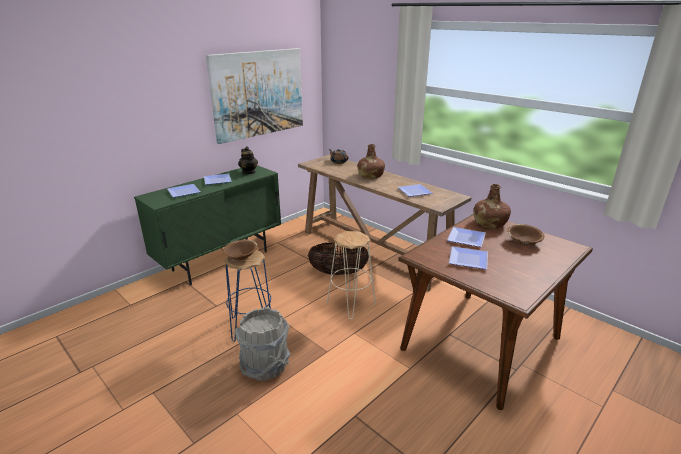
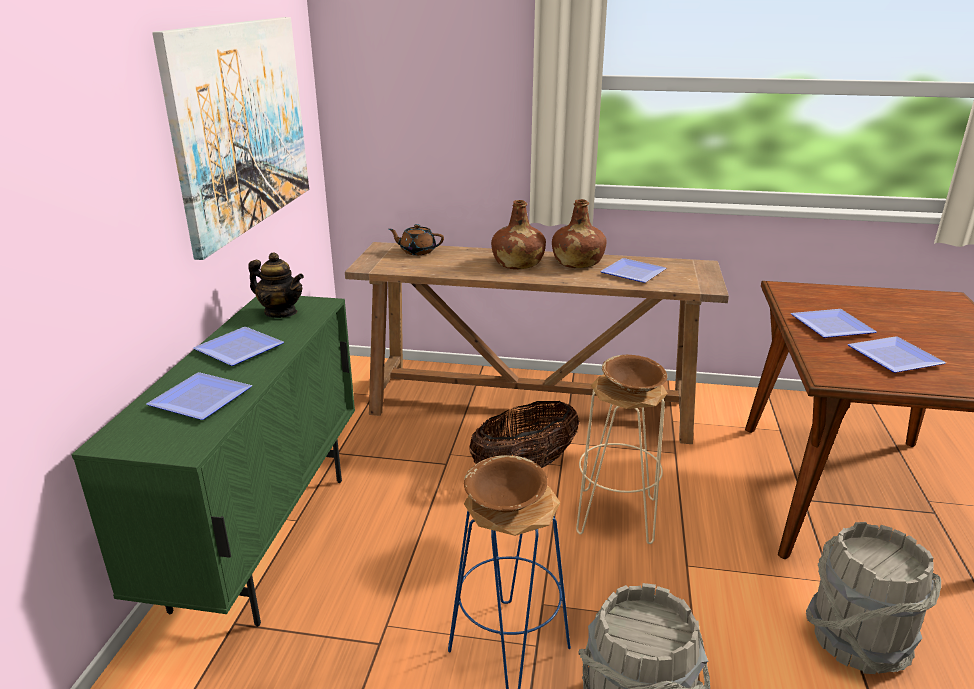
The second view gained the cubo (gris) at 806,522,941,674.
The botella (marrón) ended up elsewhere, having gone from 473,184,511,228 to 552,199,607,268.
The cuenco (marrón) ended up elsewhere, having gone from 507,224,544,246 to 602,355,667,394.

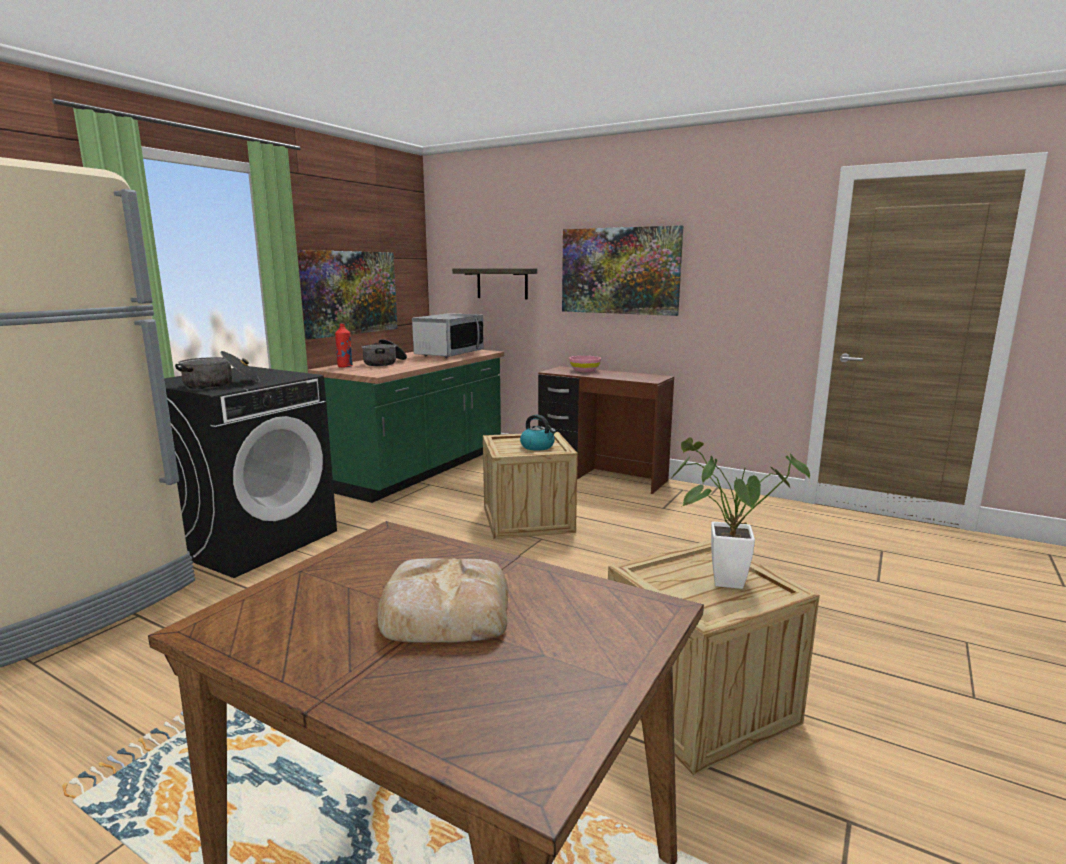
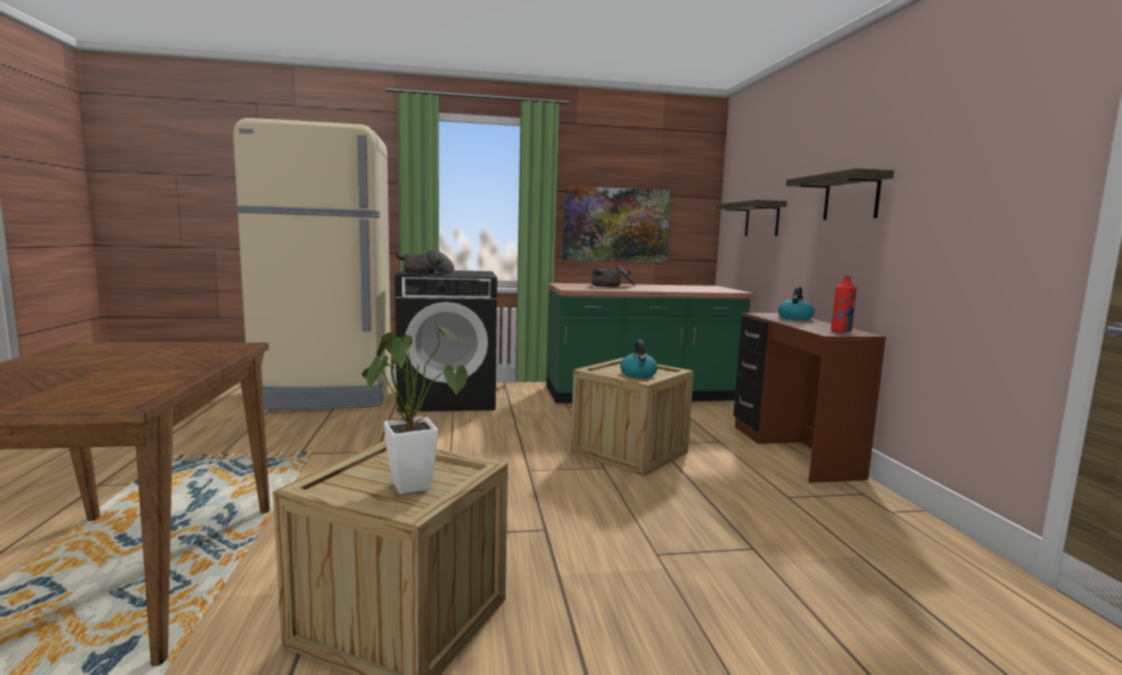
The second view lost the pan at 377,558,508,643.
The second view lost the microondas at 412,313,484,358.
The botella (rojo) ended up elsewhere, having gone from 335,323,353,368 to 831,276,857,333.
Where the cuadro hung at 562,225,683,316, the estante came to hang at 786,168,894,220.
Where the cuenco (rosa) stood at 569,356,601,372, the hervidor came to stand at 778,286,814,320.

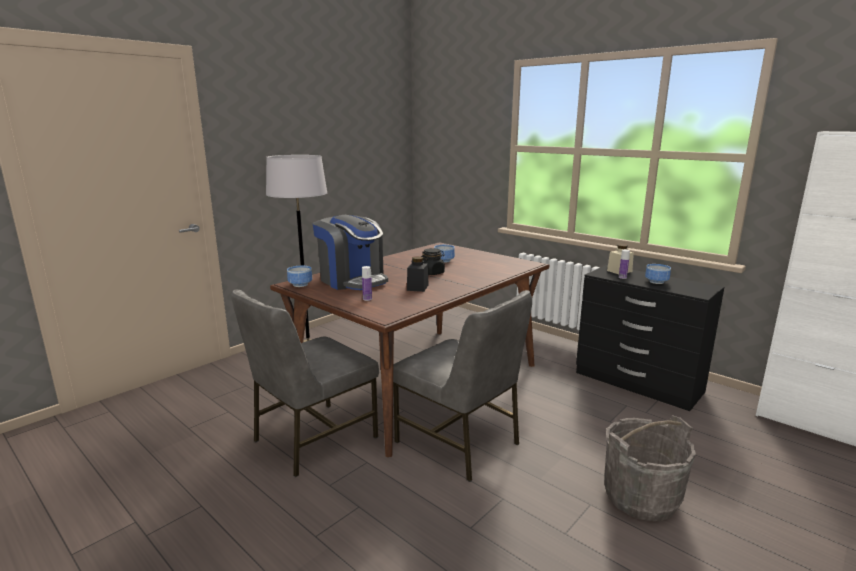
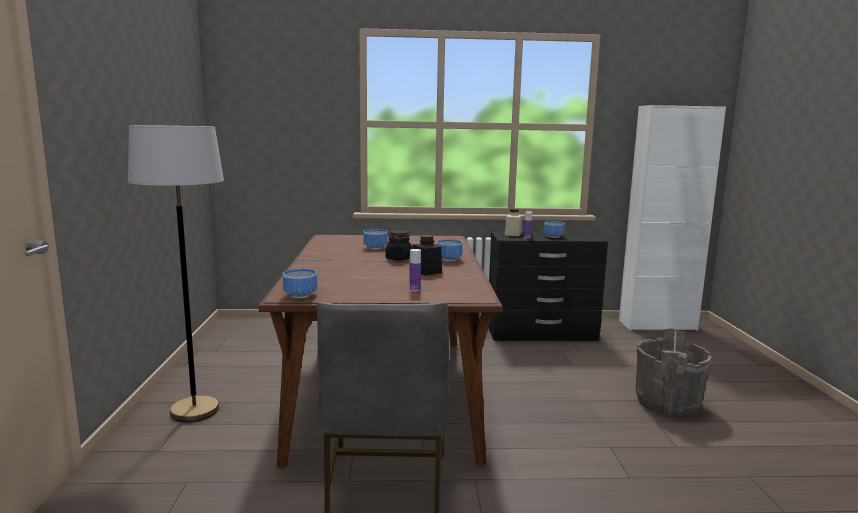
The second view lost the cafetera at 313,215,388,290.
The second view lost the silla (gris) at 393,290,532,482.
The second view gained the cuenco at 437,239,463,262.

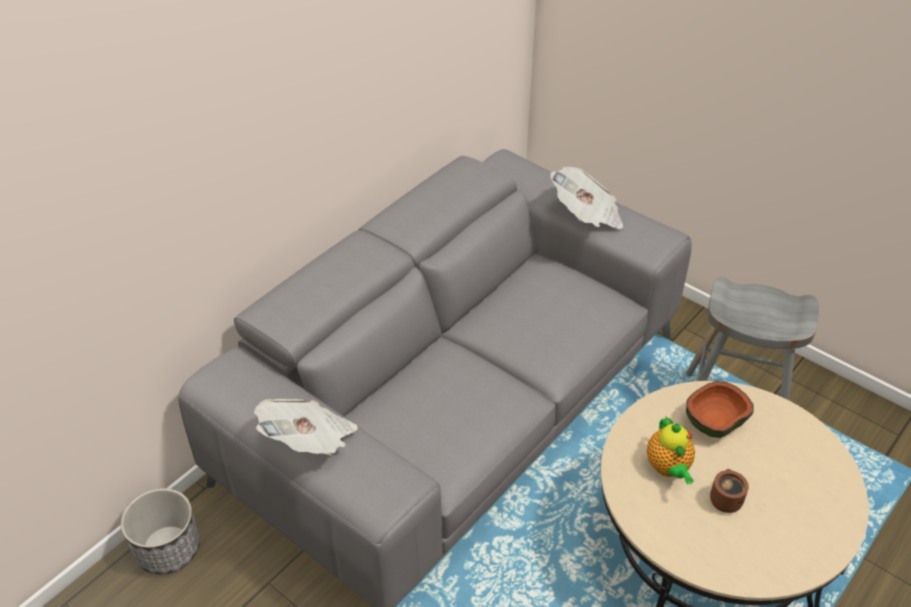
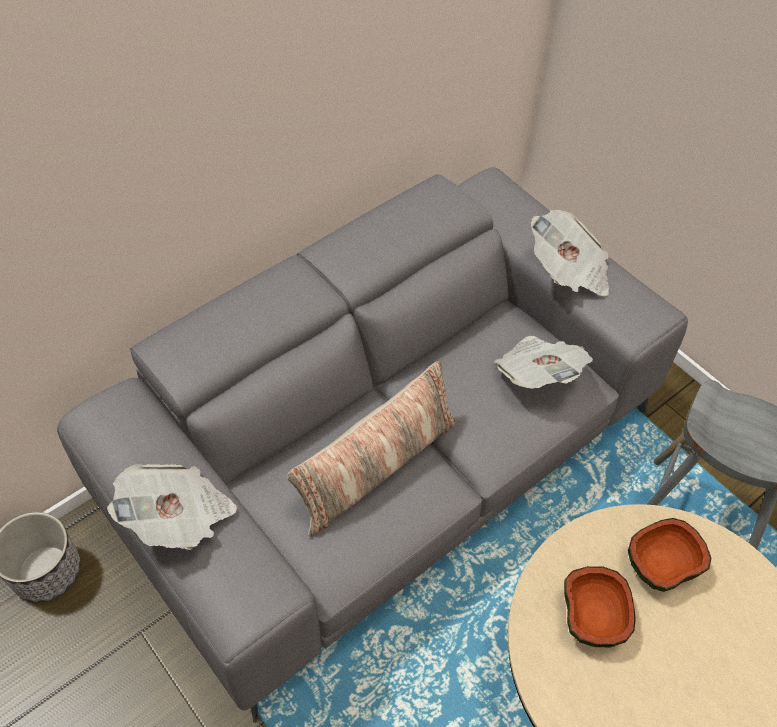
The second view lost the taza grande (marrón) at 710,469,749,513.
The second view gained the cojín at 287,361,457,537.
The second view gained the periódico at 494,336,593,389.
Where the tetera stood at 647,416,695,484, the cuenco came to stand at 564,566,636,647.

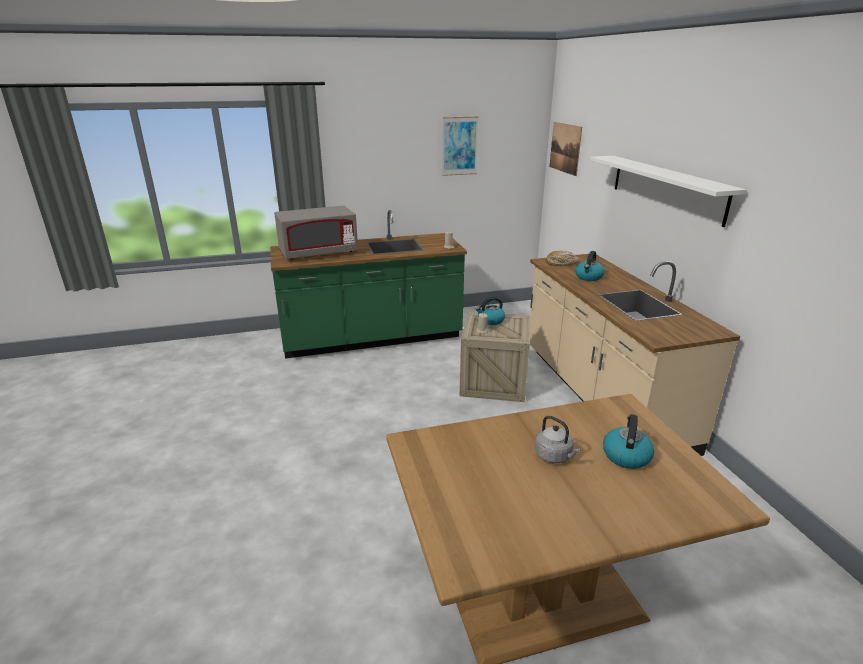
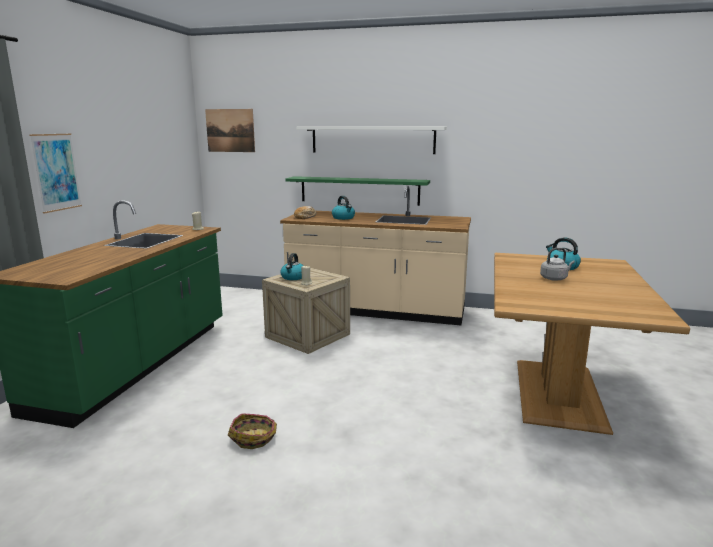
The second view lost the microondas (gris) at 274,206,358,260.
The second view gained the cesta at 228,413,277,449.
The second view gained the estante (verde) at 285,176,430,206.
The cuadro ended up elsewhere, having gone from 442,116,478,176 to 29,134,82,213.

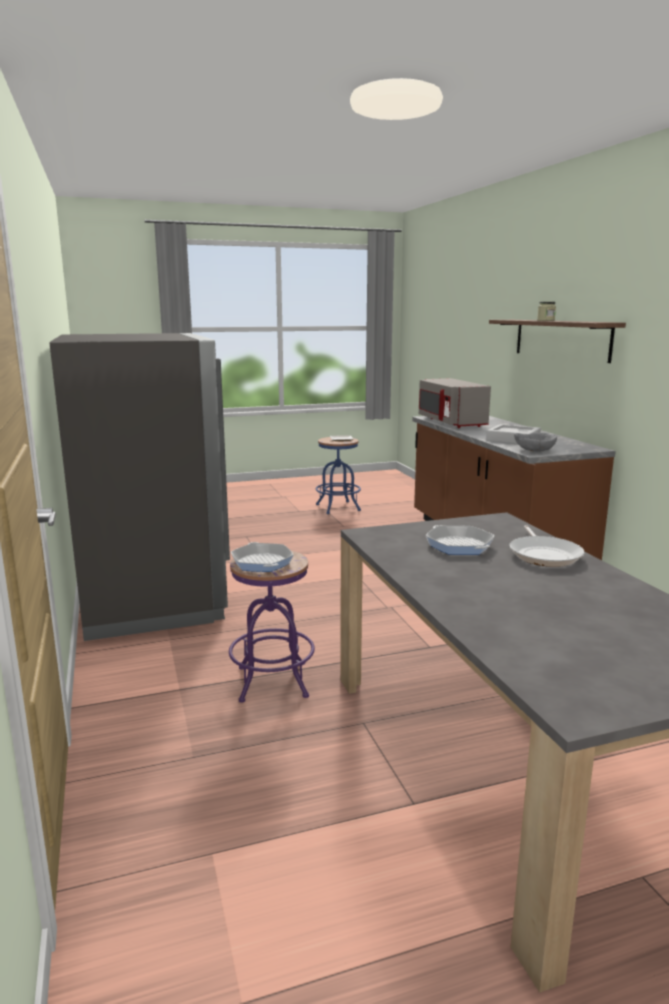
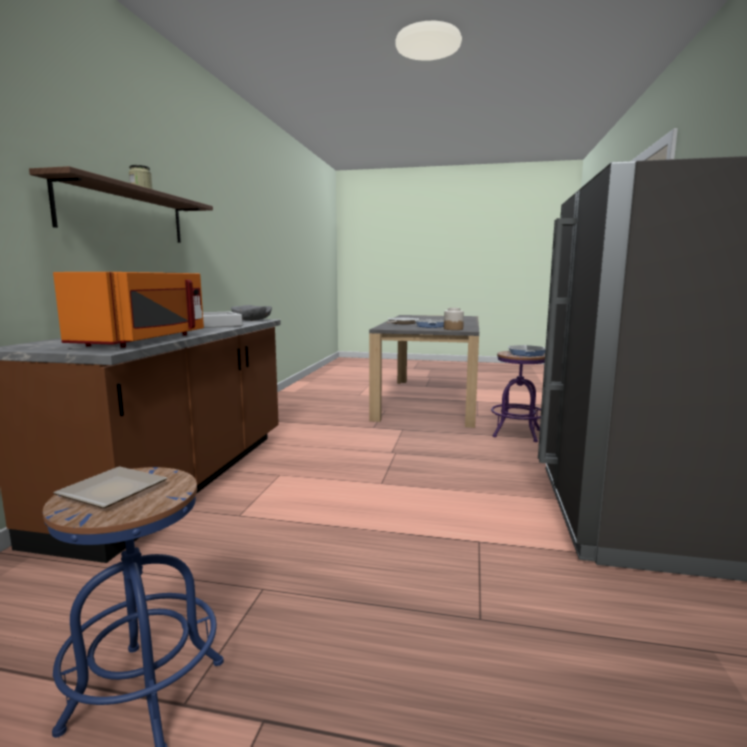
The second view gained the tarro at 444,308,464,330.
What was the microondas (gris) at 419,378,491,428 turned into the microondas (naranja) at 53,272,204,348.

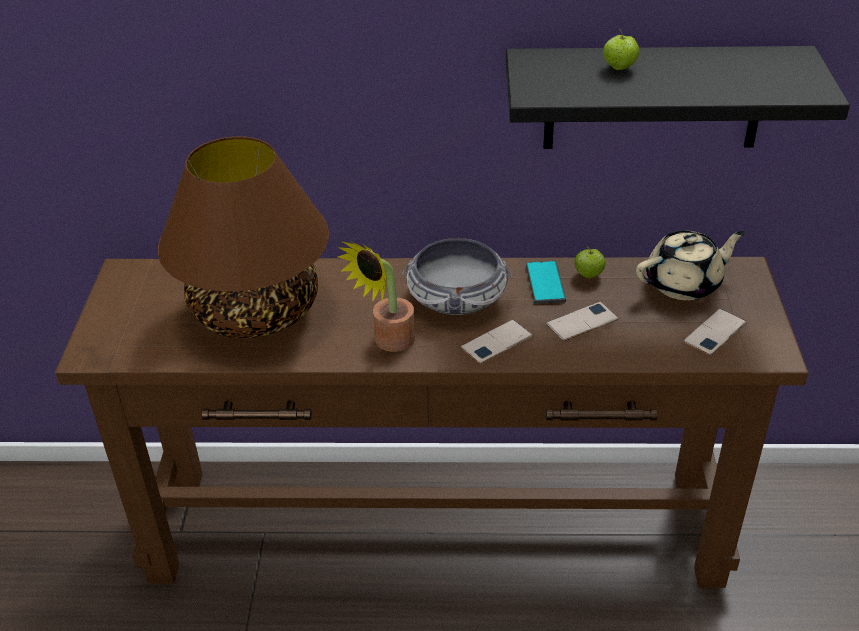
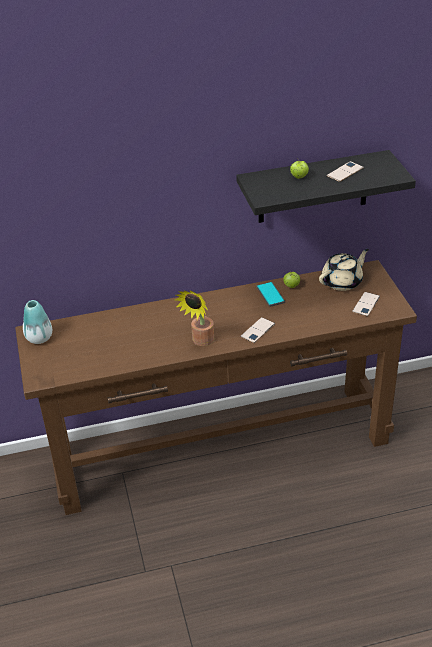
The second view lost the lámpara de mesa (marrón) at 158,136,329,338.
The second view lost the cuenco at 402,237,512,315.
The second view gained the florero at 23,300,52,344.
The móvil ended up elsewhere, having gone from 546,302,619,341 to 326,161,364,182.

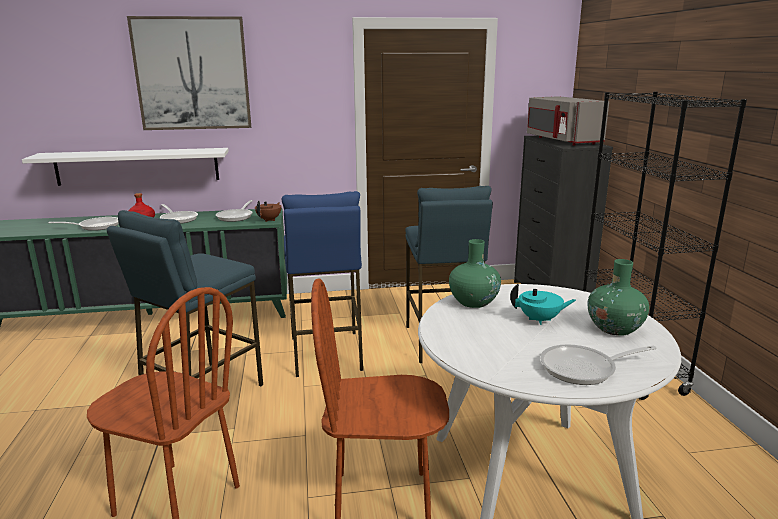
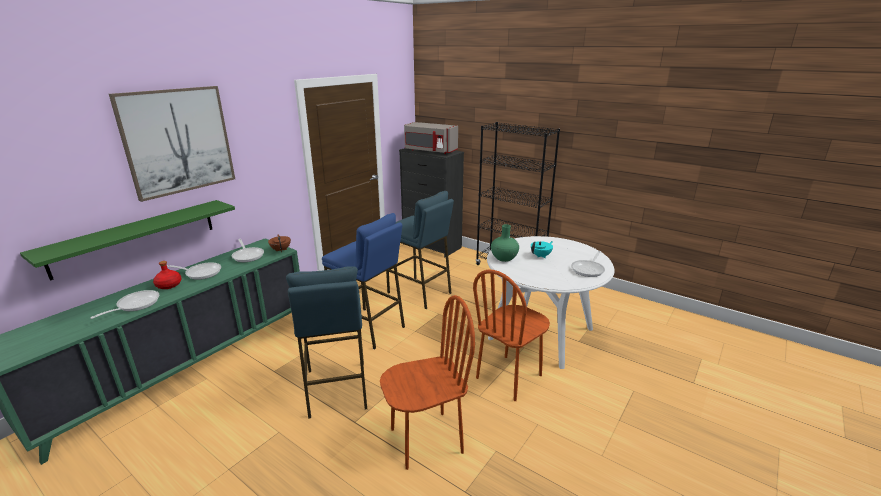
The second view lost the florero (verde) at 588,259,649,336.
What was the estante (blanco) at 22,148,229,186 turned into the estante (verde) at 20,200,235,281.

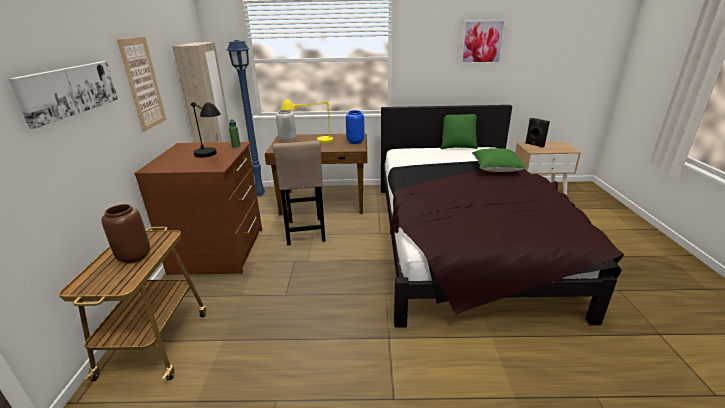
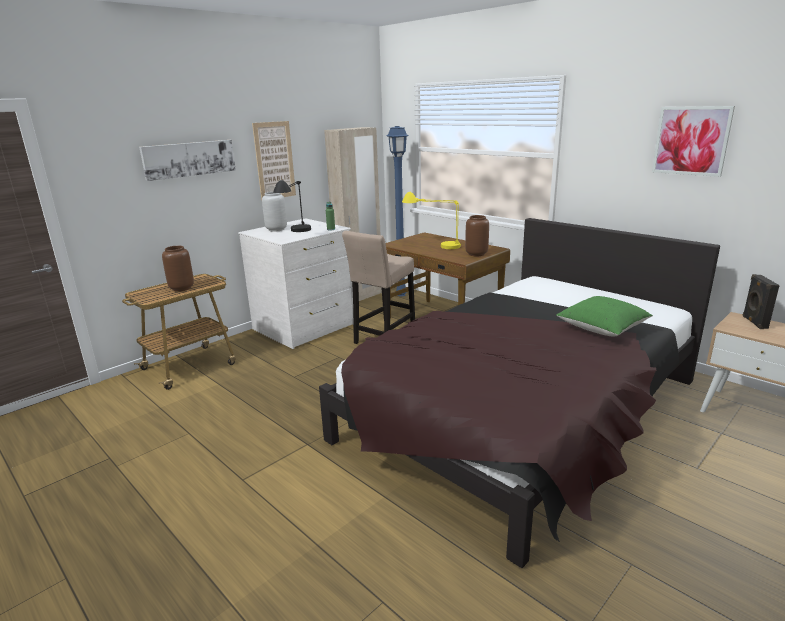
The second view lost the cojín (verde) at 440,114,478,149.
The florero (gris) ended up elsewhere, having gone from 276,110,296,142 to 262,192,287,232.
What was the cómoda (marrón) at 134,142,262,275 turned into the cómoda (blanco) at 238,218,353,349.
What was the florero (azul) at 346,110,365,144 turned into the florero (marrón) at 465,215,489,256.

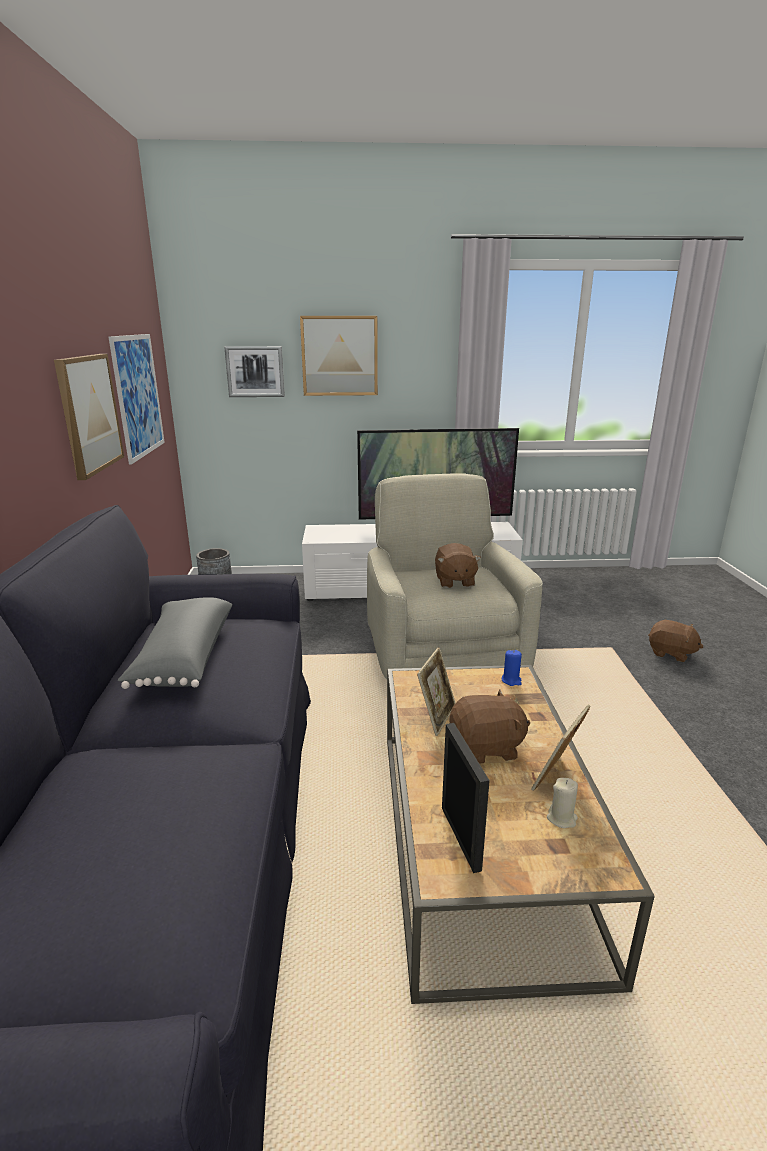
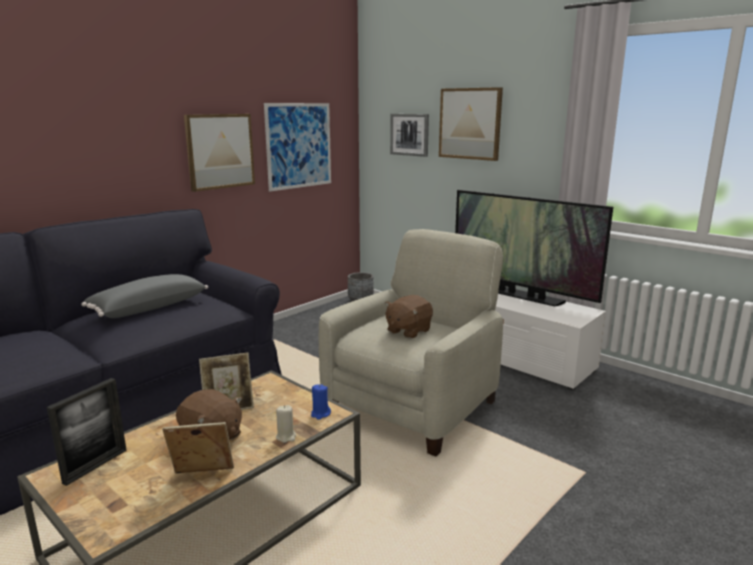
The second view lost the peluche (marrón) at 648,620,703,662.
The vela (beis) ended up elsewhere, having gone from 547,778,578,828 to 276,405,296,443.

